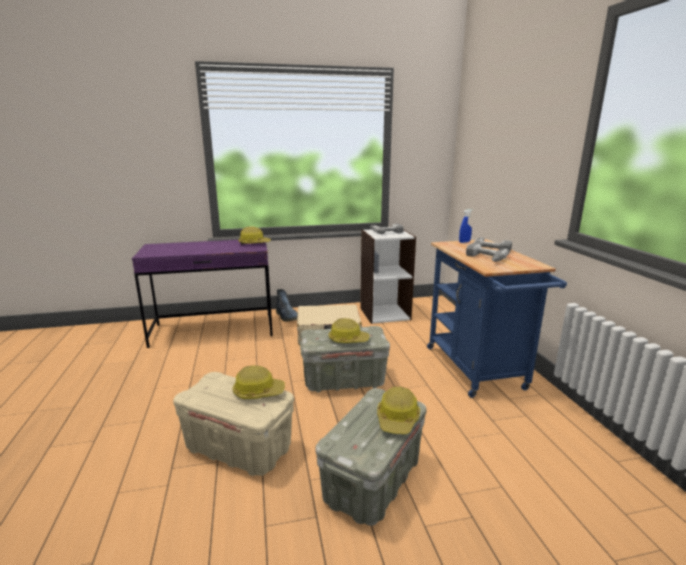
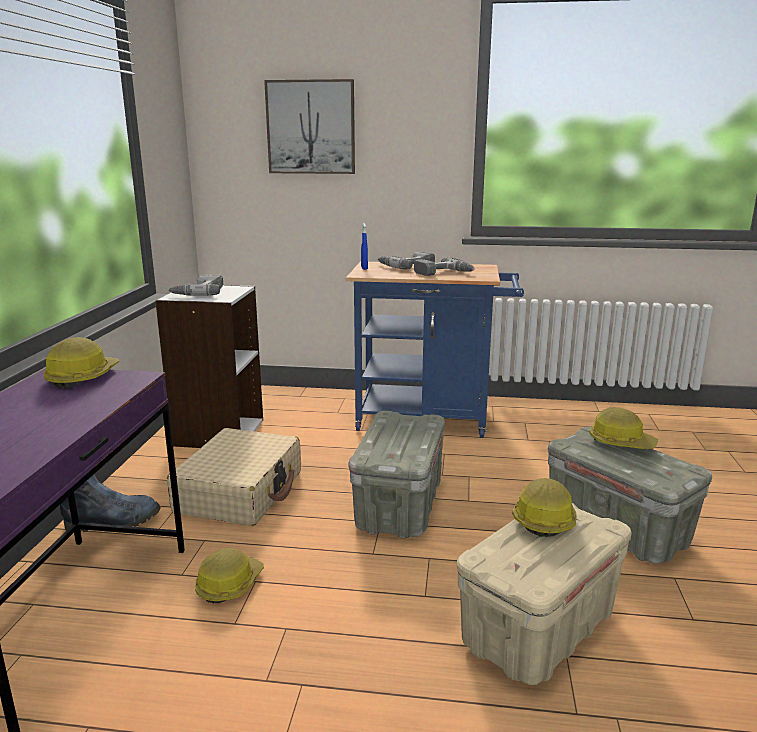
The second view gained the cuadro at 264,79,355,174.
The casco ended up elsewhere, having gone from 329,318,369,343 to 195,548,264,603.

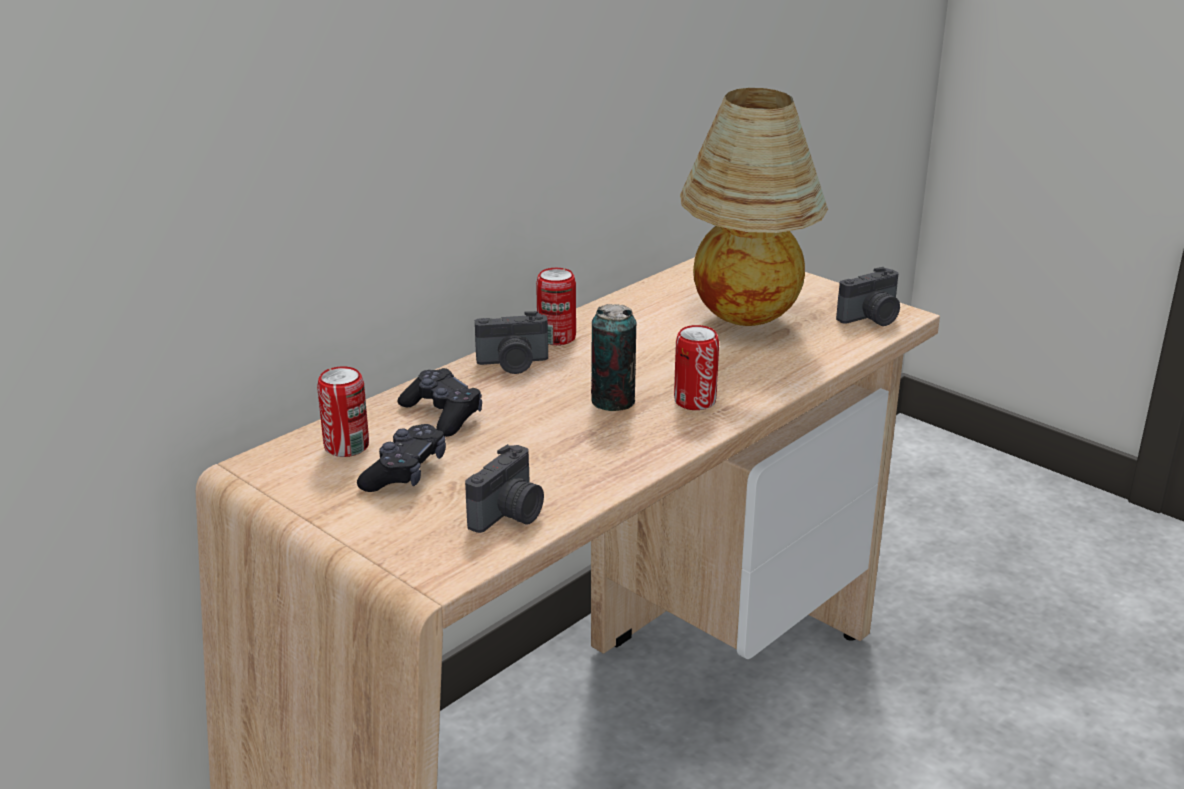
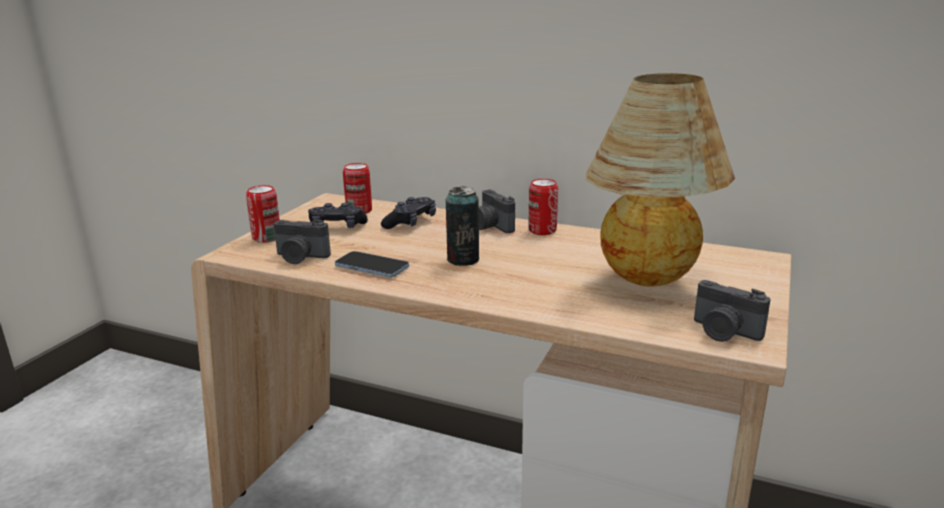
The second view gained the móvil at 335,251,409,278.
The lata ended up elsewhere, having gone from 674,325,719,410 to 246,185,280,243.

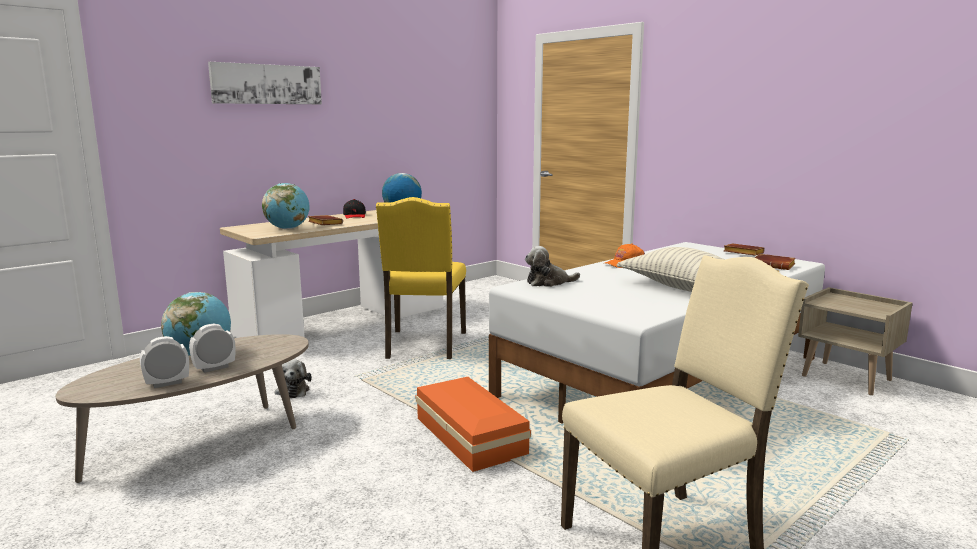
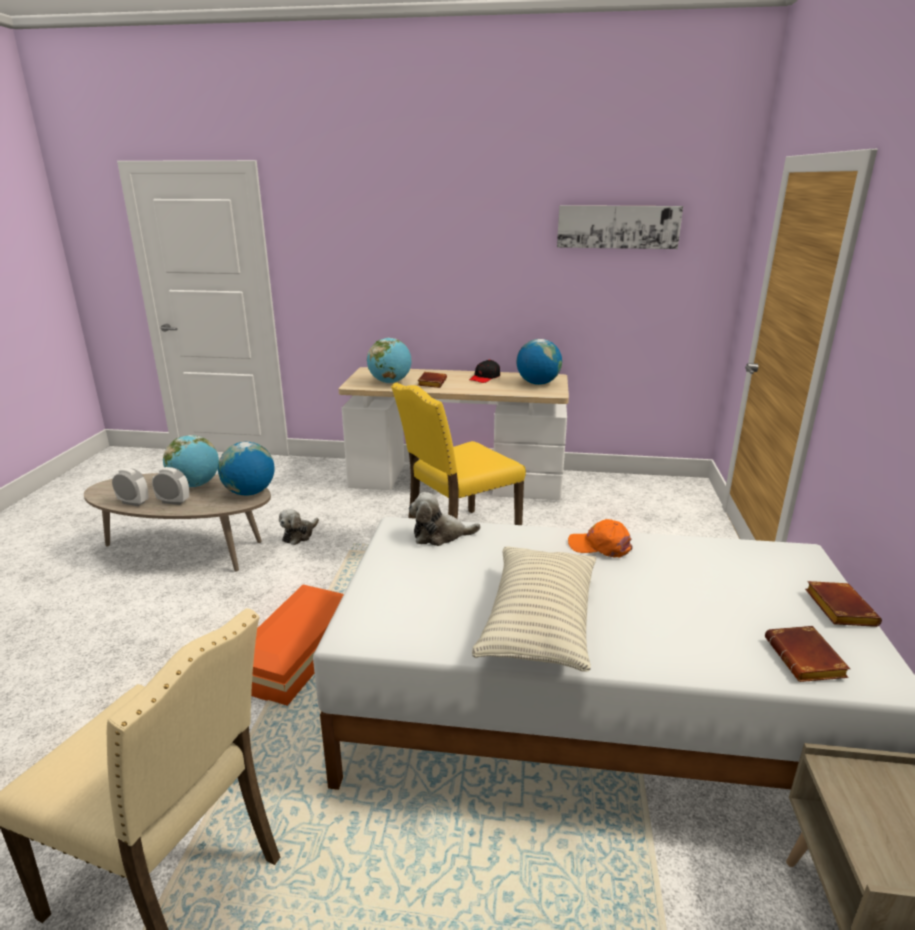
The second view gained the globo terráqueo at 218,442,275,496.
The cuadro ended up elsewhere, having gone from 208,62,322,104 to 557,205,683,249.
The peluche at 525,246,580,287 ended up facing another way, 45 degrees counterclockwise from before.

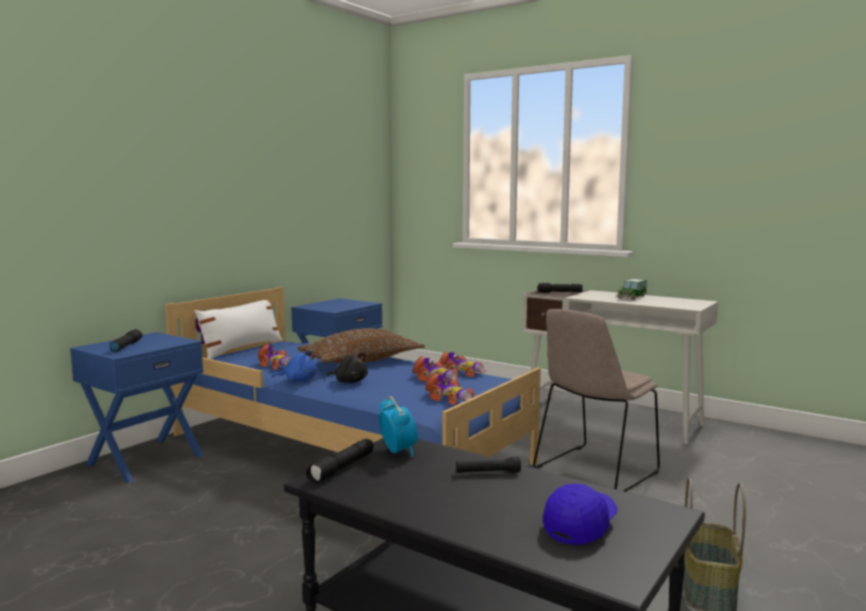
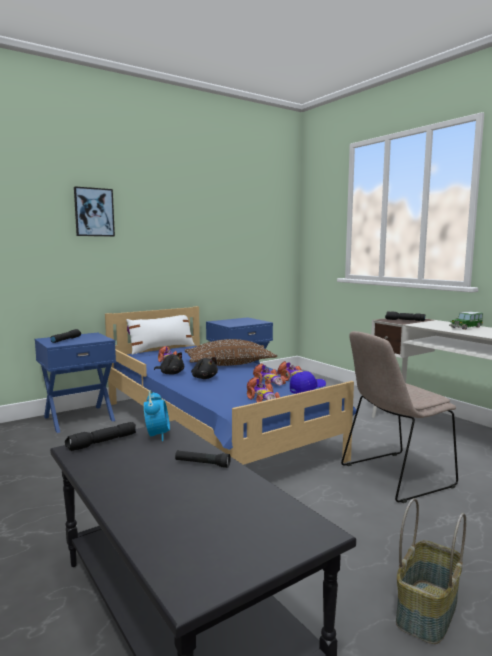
The second view gained the cuadro at 74,186,115,237.
The gorra (azul) ended up elsewhere, having gone from 543,483,618,545 to 290,371,326,394.
What was the peluche (azul) at 272,351,317,381 turned into the peluche (negro) at 154,352,184,375.

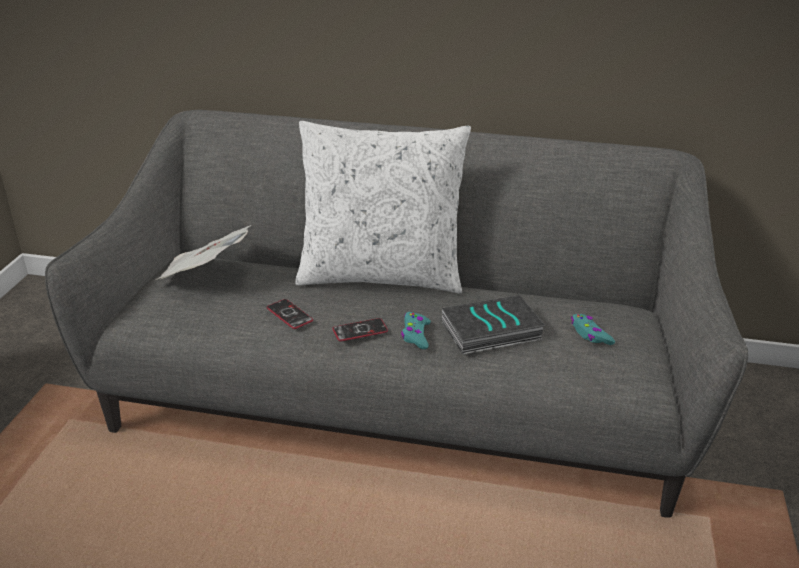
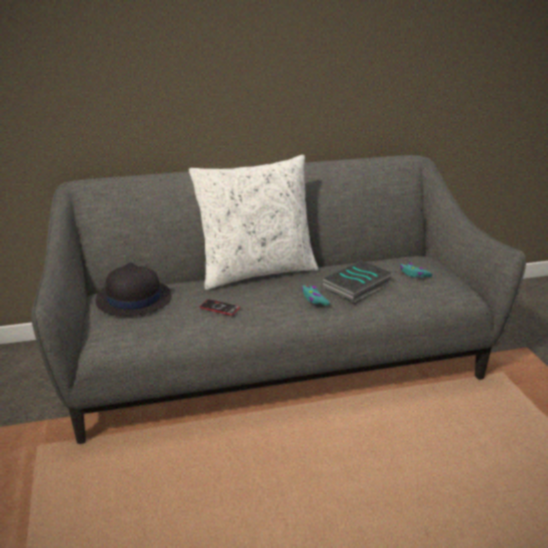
The second view lost the móvil at 332,318,388,341.
Where the periódico stood at 154,225,251,281, the sombrero (negro) came to stand at 96,262,172,316.

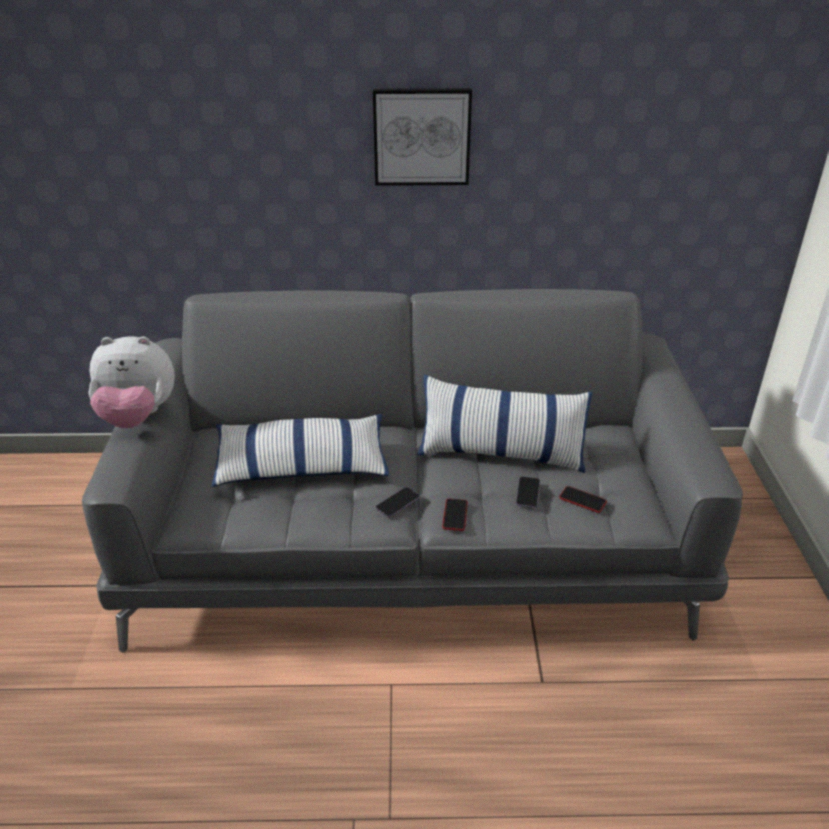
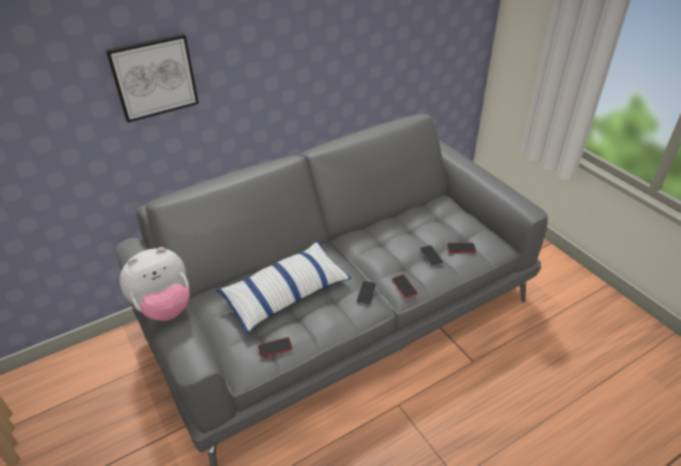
The second view lost the cojín at 417,375,593,473.
The second view gained the móvil at 258,337,293,358.
The cuadro ended up elsewhere, having gone from 373,88,472,186 to 106,33,199,123.

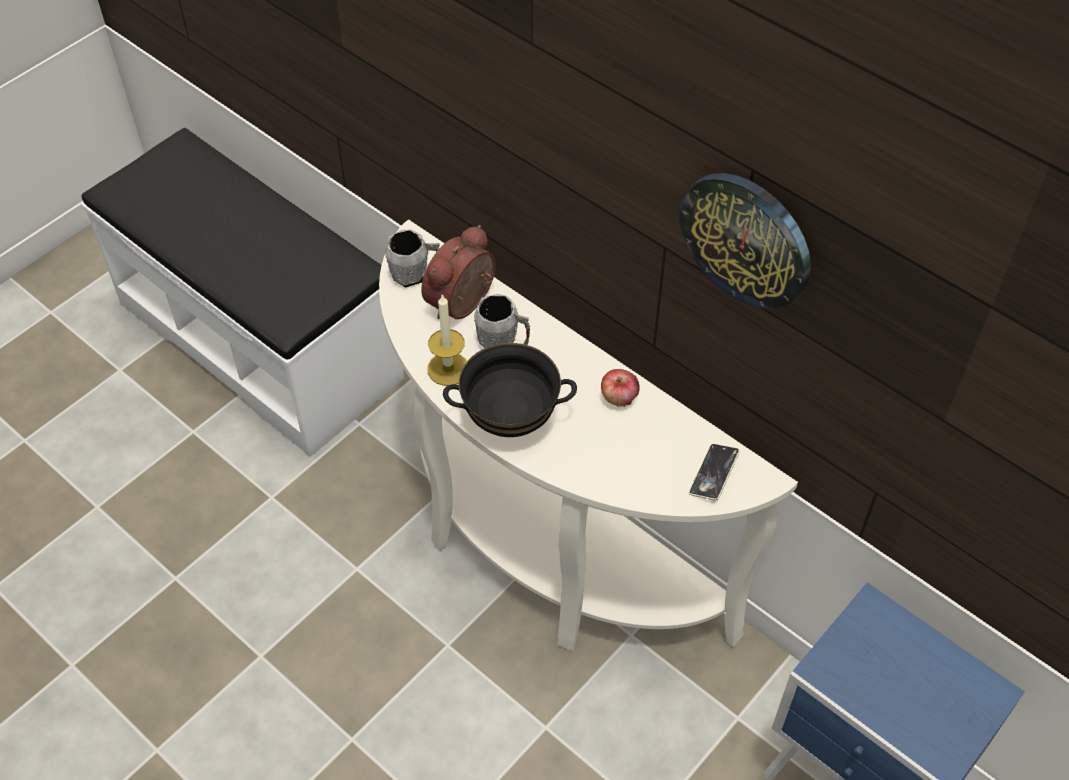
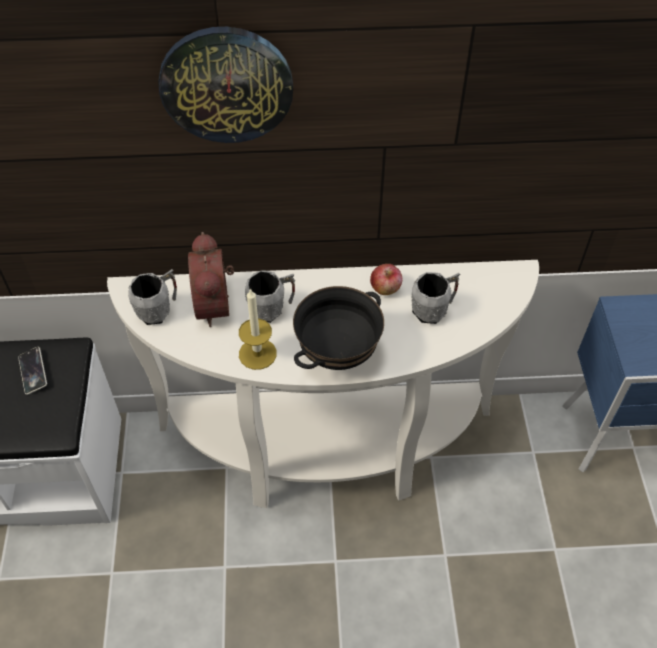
The second view gained the taza grande (gris) at 411,272,460,324.
The reloj de pared ended up elsewhere, having gone from 679,173,811,309 to 159,27,293,143.
The móvil ended up elsewhere, having gone from 689,444,740,501 to 18,347,47,395.

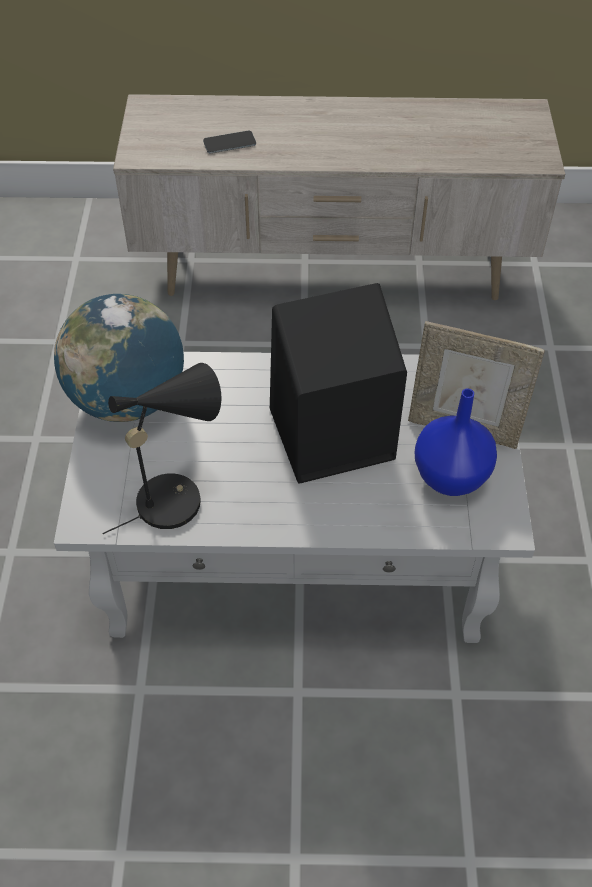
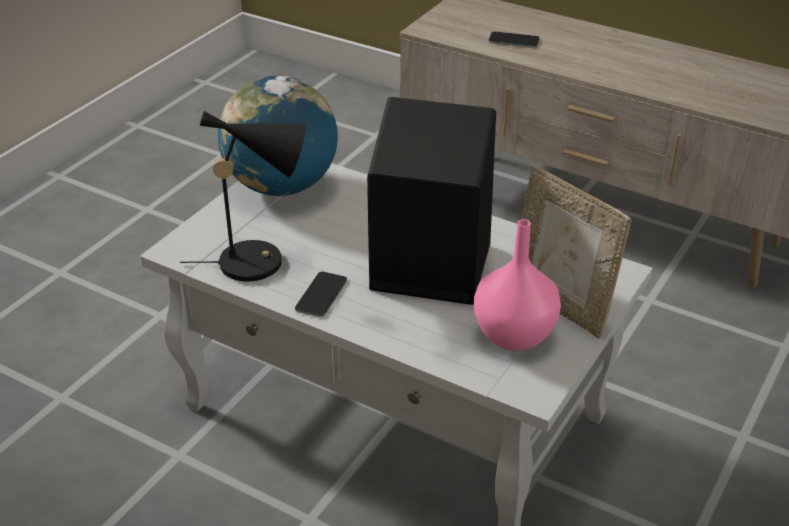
The second view gained the móvil at 295,272,347,317.
What was the florero (azul) at 415,388,497,496 turned into the florero (rosa) at 474,219,561,351.

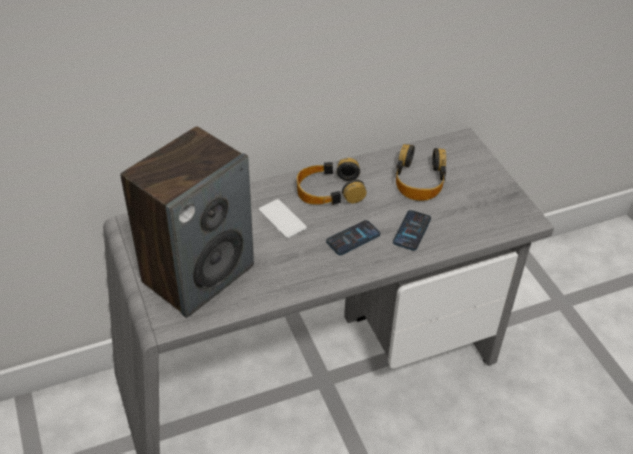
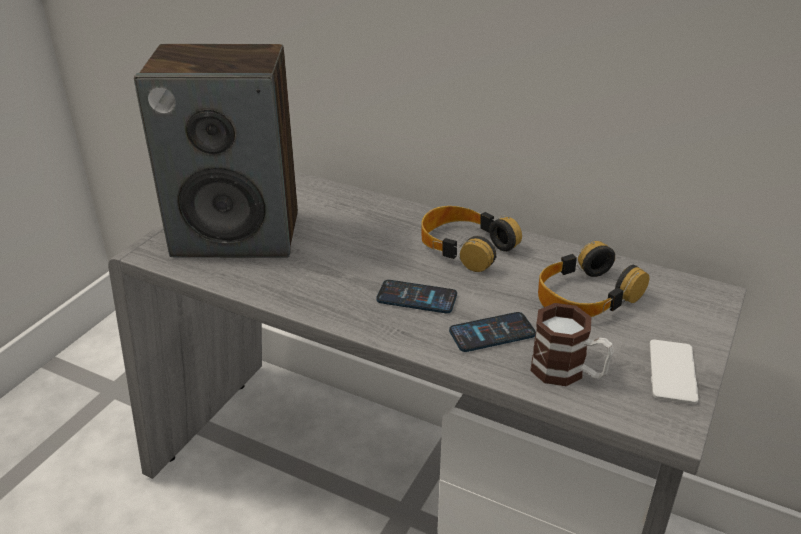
The second view gained the taza grande at 530,303,614,386.
The móvil ended up elsewhere, having gone from 259,199,307,238 to 650,340,698,404.

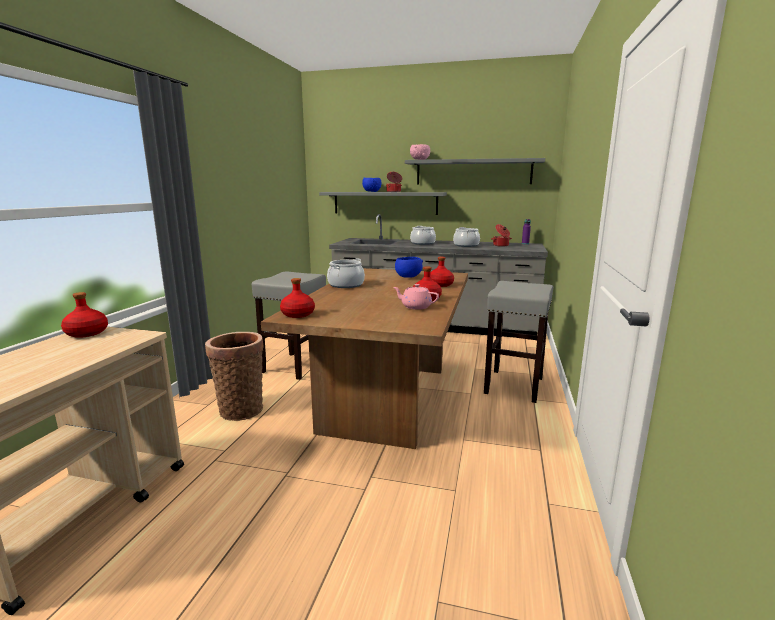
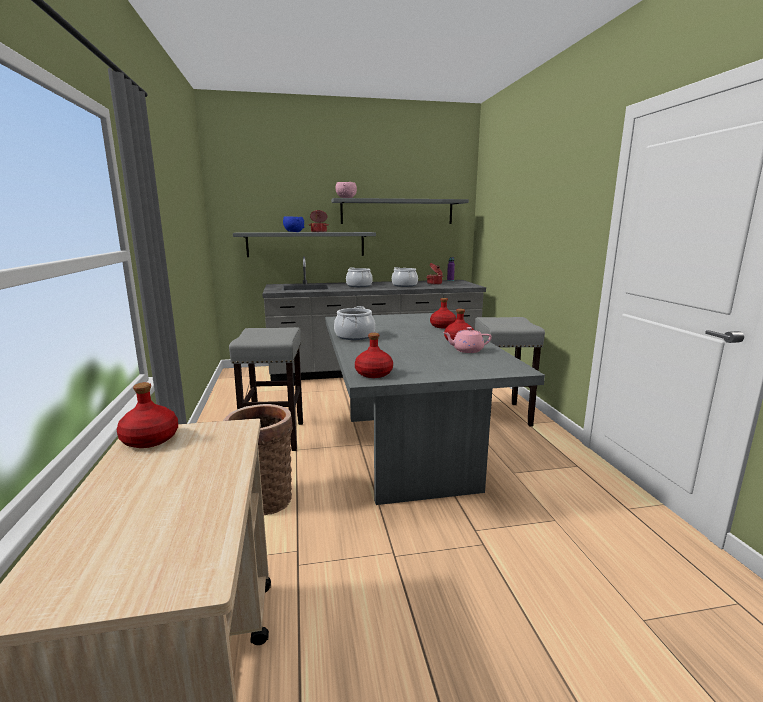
The second view lost the cuenco (azul) at 395,257,423,278.
What was the mesa de comedor (marrón) at 261,268,468,449 turned into the mesa de comedor (gris) at 325,313,545,505.

